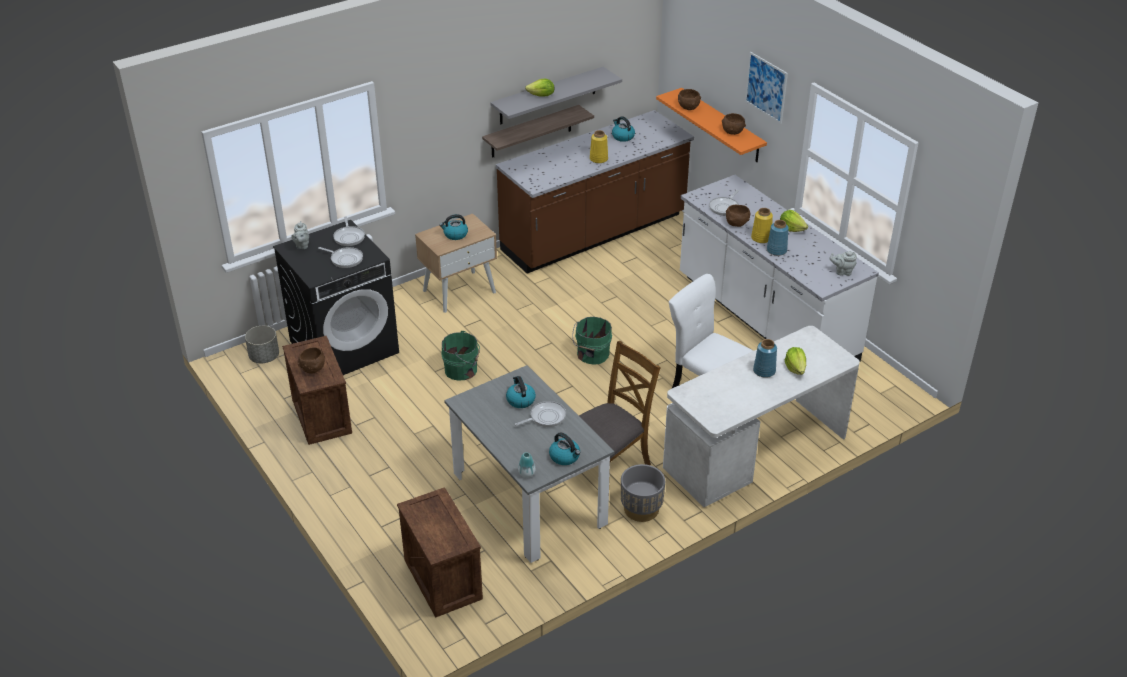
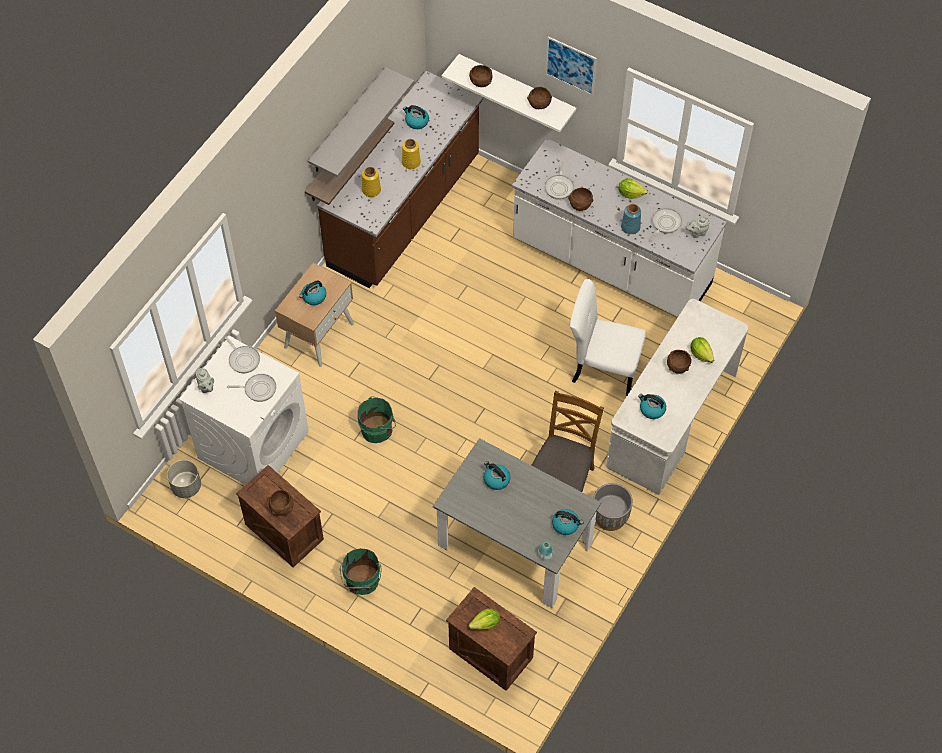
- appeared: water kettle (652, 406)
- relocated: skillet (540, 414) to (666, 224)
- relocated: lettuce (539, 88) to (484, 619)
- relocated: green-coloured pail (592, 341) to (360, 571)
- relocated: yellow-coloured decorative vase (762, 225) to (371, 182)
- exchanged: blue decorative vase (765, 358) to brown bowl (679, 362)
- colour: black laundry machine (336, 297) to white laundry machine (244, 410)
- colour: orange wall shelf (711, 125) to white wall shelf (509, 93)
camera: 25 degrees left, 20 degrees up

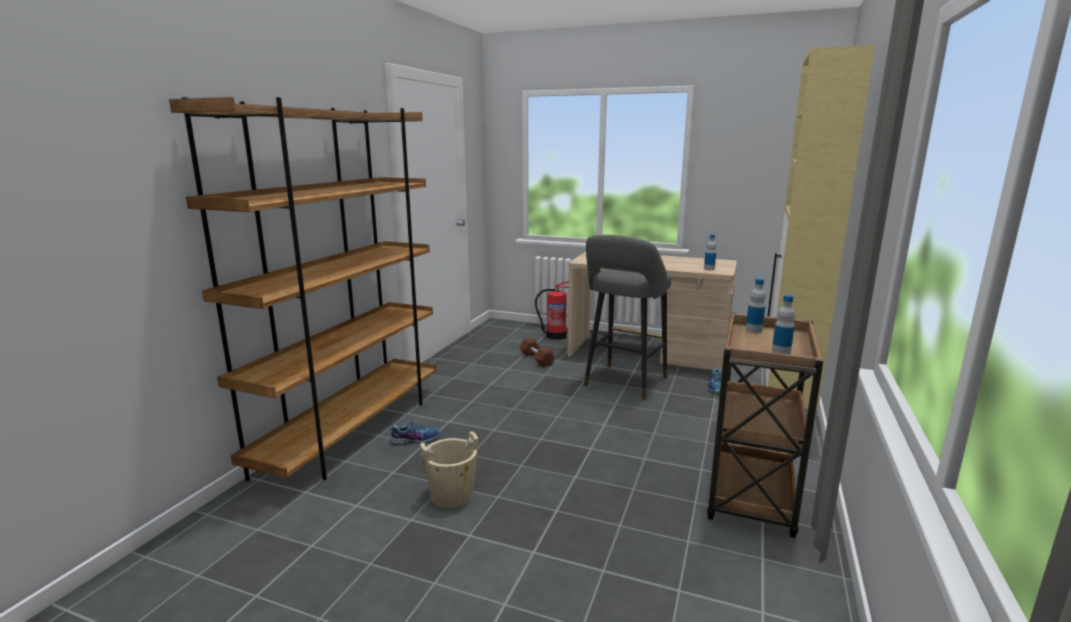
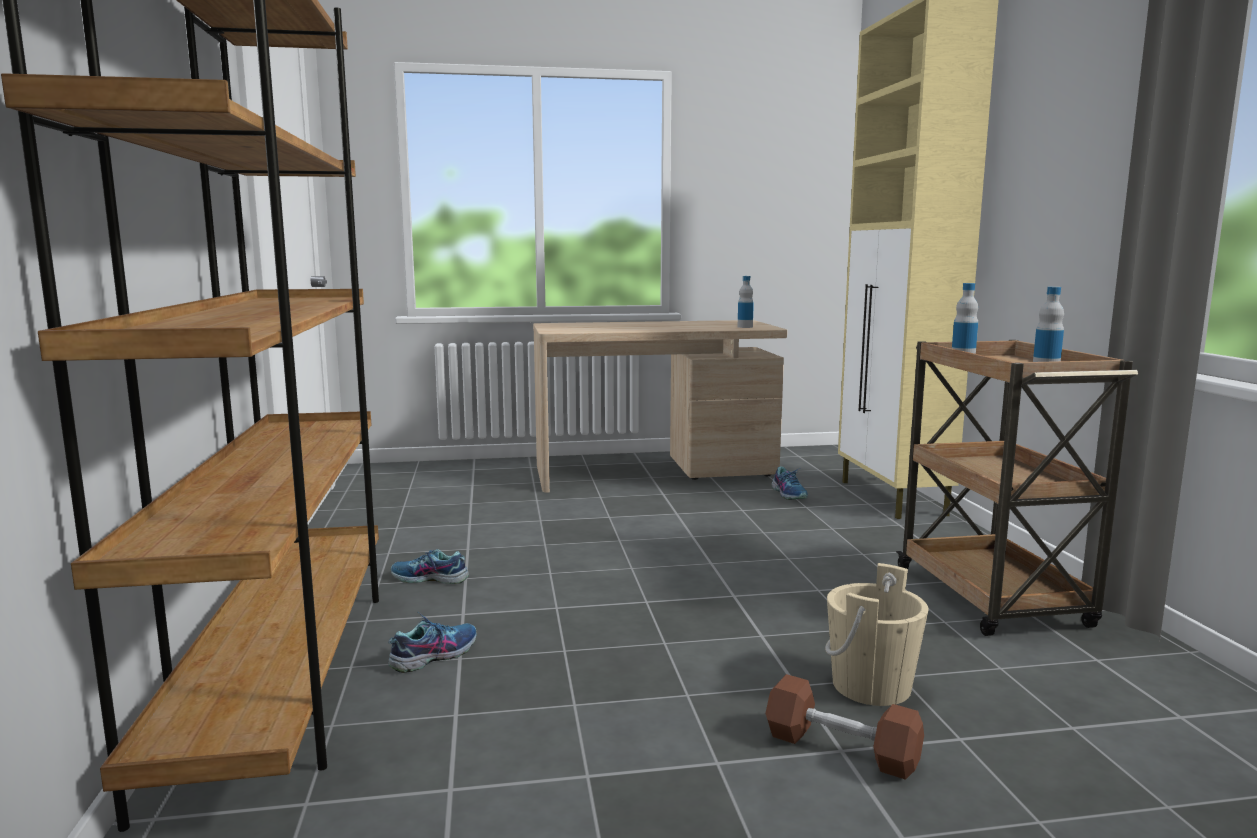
- missing: fire-fighting cylinder (552, 310)
- missing: grey stool (627, 317)
- appeared: item of footwear (430, 566)
- relocated: beige-coloured pail (449, 469) to (876, 634)
- relocated: brown dumbbell (537, 352) to (845, 727)
camera: 30 degrees left, 5 degrees down

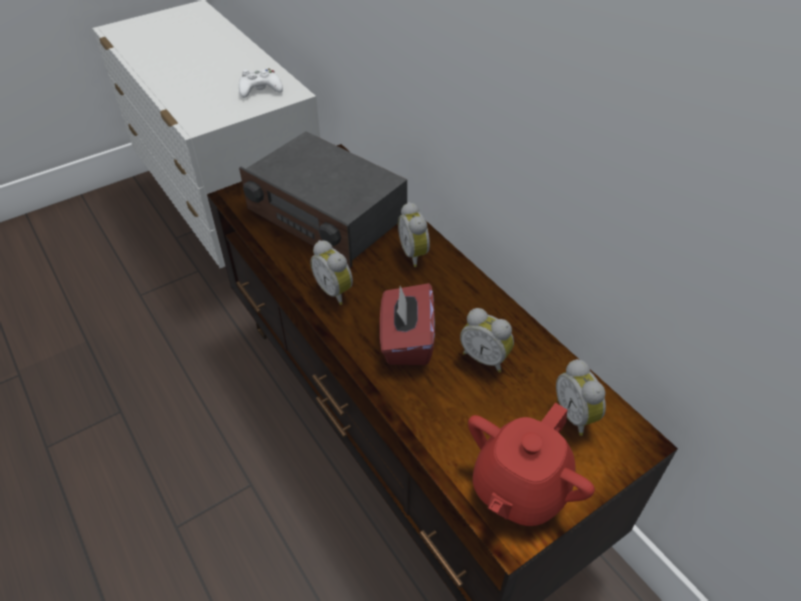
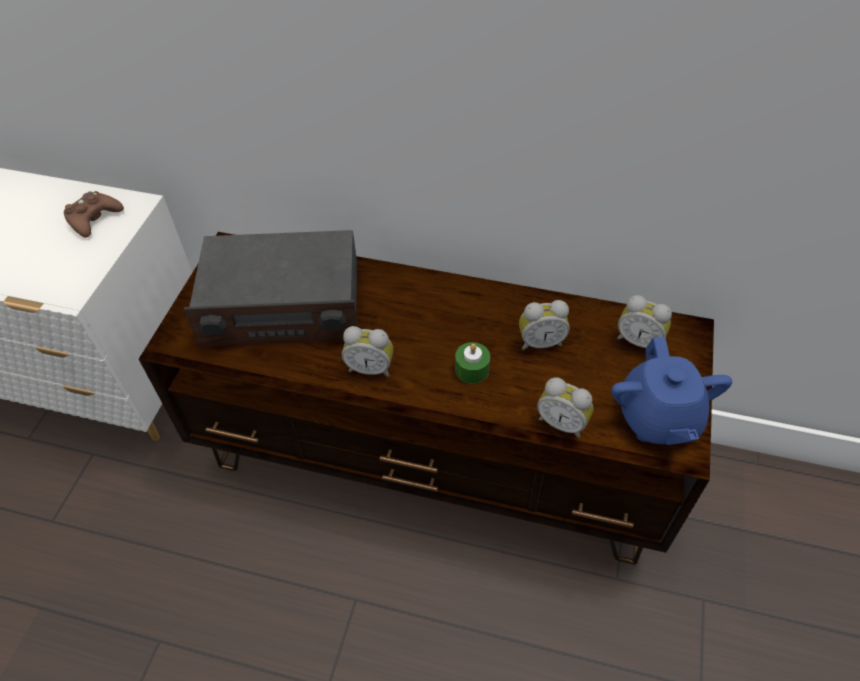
- relocated: alarm clock (414, 234) to (565, 408)
- exchanged: reddish tissue holder (407, 324) to green-coloured wax candle (472, 363)
- colour: white joypad (261, 83) to brown joypad (94, 214)
- colour: reddish pot for tea (531, 464) to blue pot for tea (671, 391)
camera: 40 degrees left, 5 degrees up

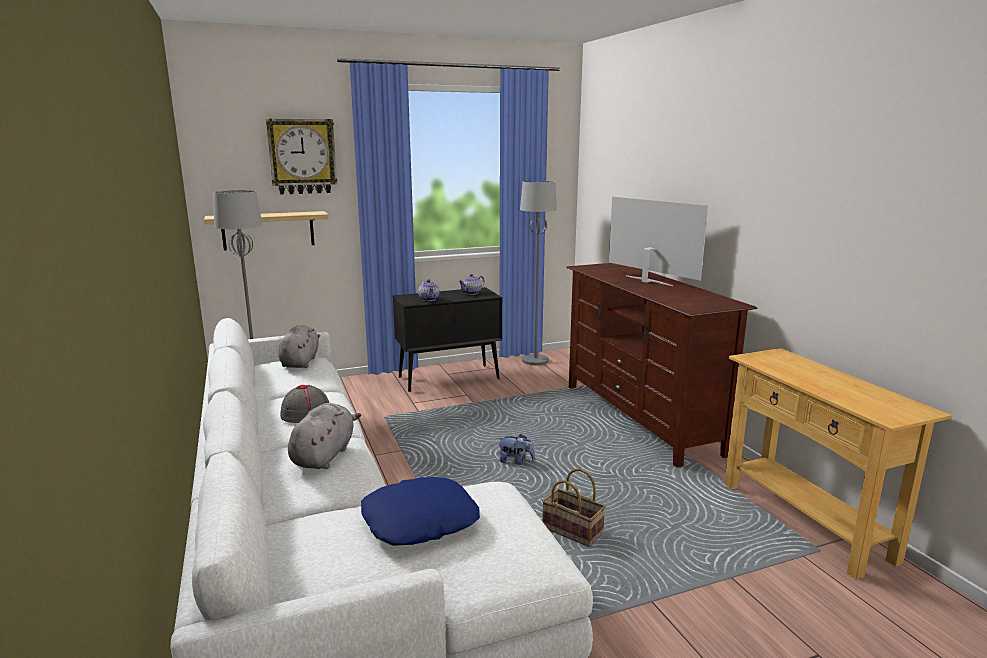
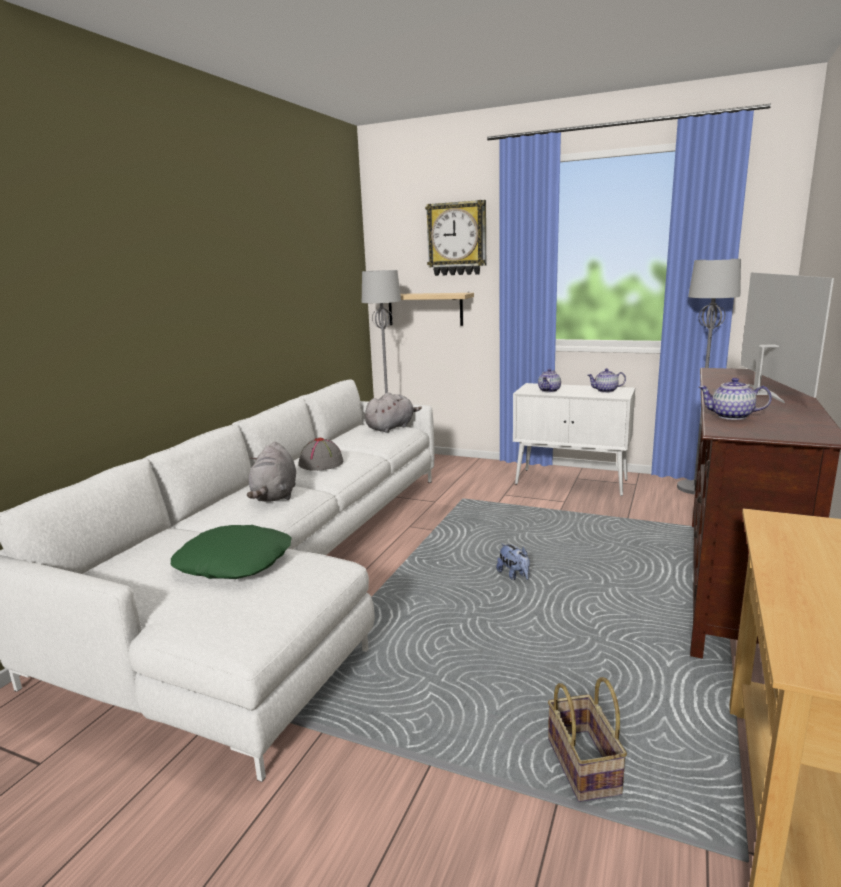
- appeared: pot for tea (735, 399)
- relocated: household basket (574, 507) to (587, 739)
- colour: blue cushion (420, 511) to green-coloured cushion (231, 552)
- colour: black storage cabinet (447, 339) to white storage cabinet (574, 439)
- spun: grey cuddly toy (324, 436) = (271, 472) 120 degrees clockwise
camera: 45 degrees right, 0 degrees up

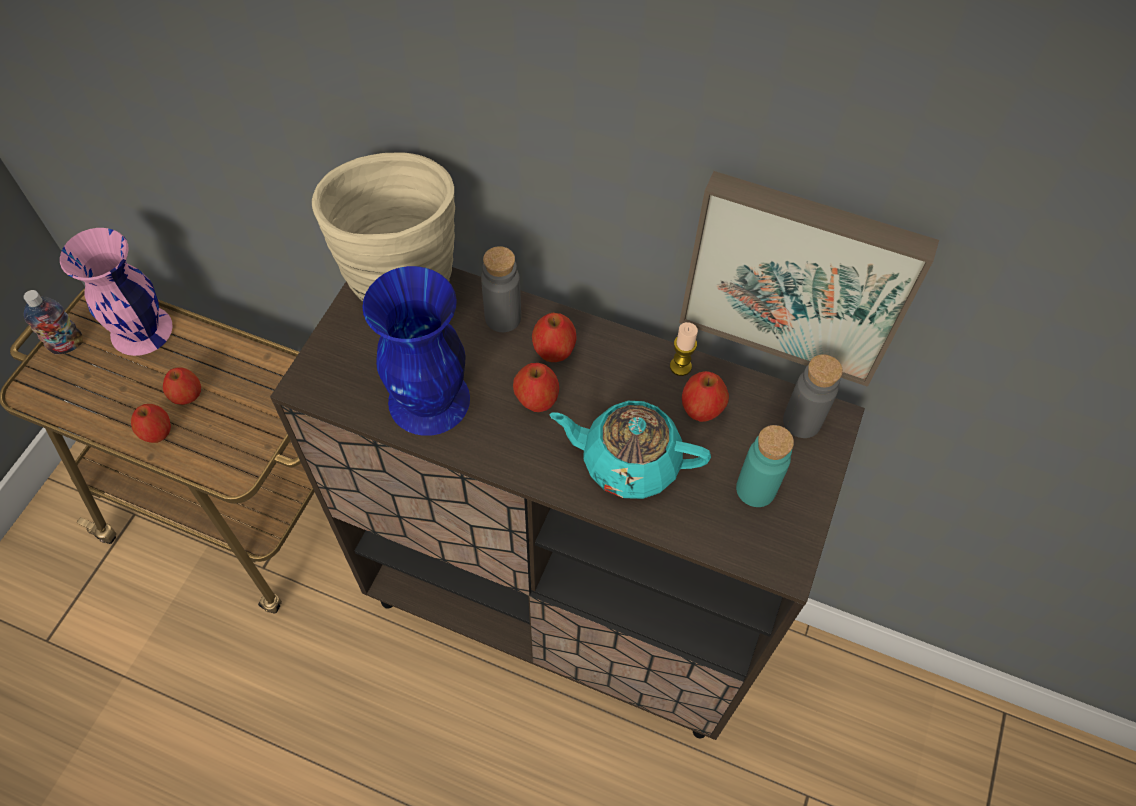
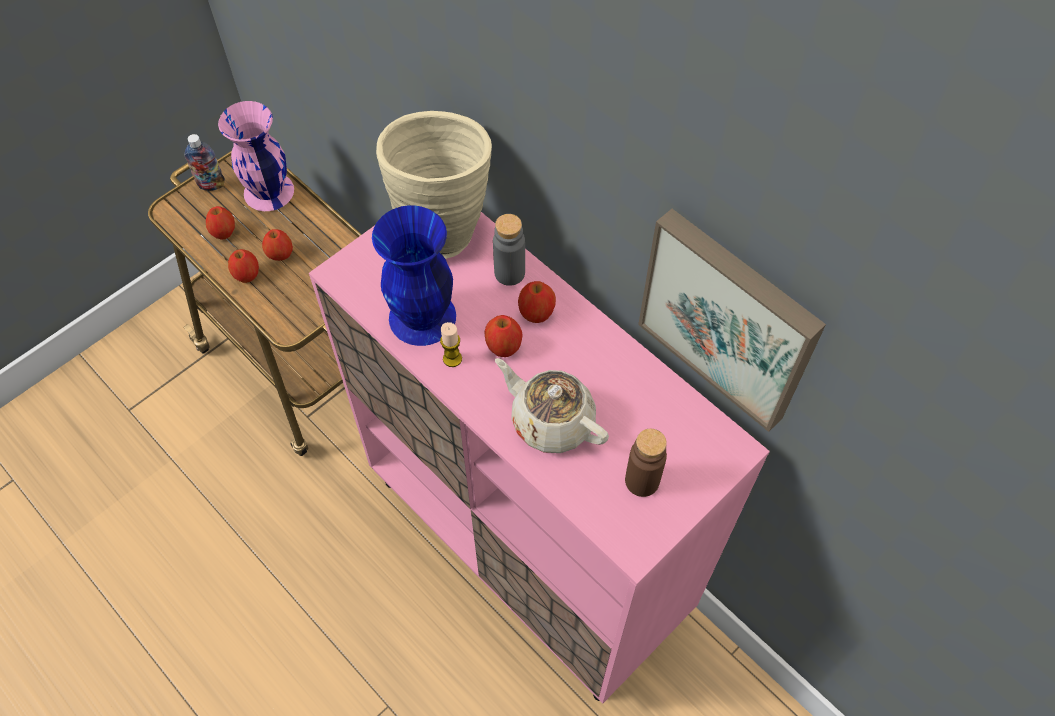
- missing: grey bottle (813, 396)
- relocated: wax candle (684, 349) to (451, 344)
- relocated: apple (705, 396) to (220, 223)
- colour: brown storage cabinet (567, 503) to pinkish storage cabinet (539, 458)
- colour: turquoise-coloured pot for tea (630, 450) to beige-coloured pot for tea (552, 405)
- colour: turquoise-coloured bottle (765, 466) to brown bottle (646, 463)
camera: 25 degrees right, 0 degrees up

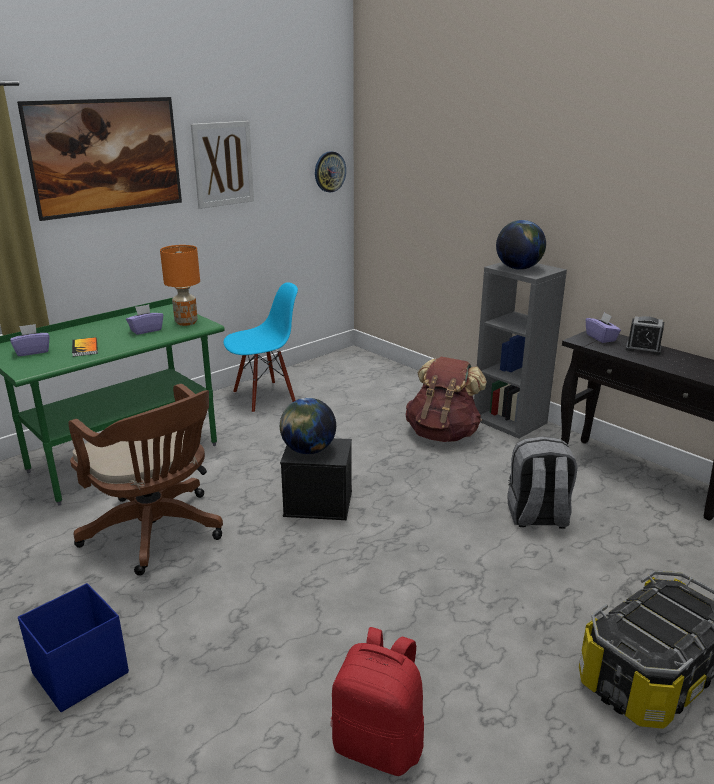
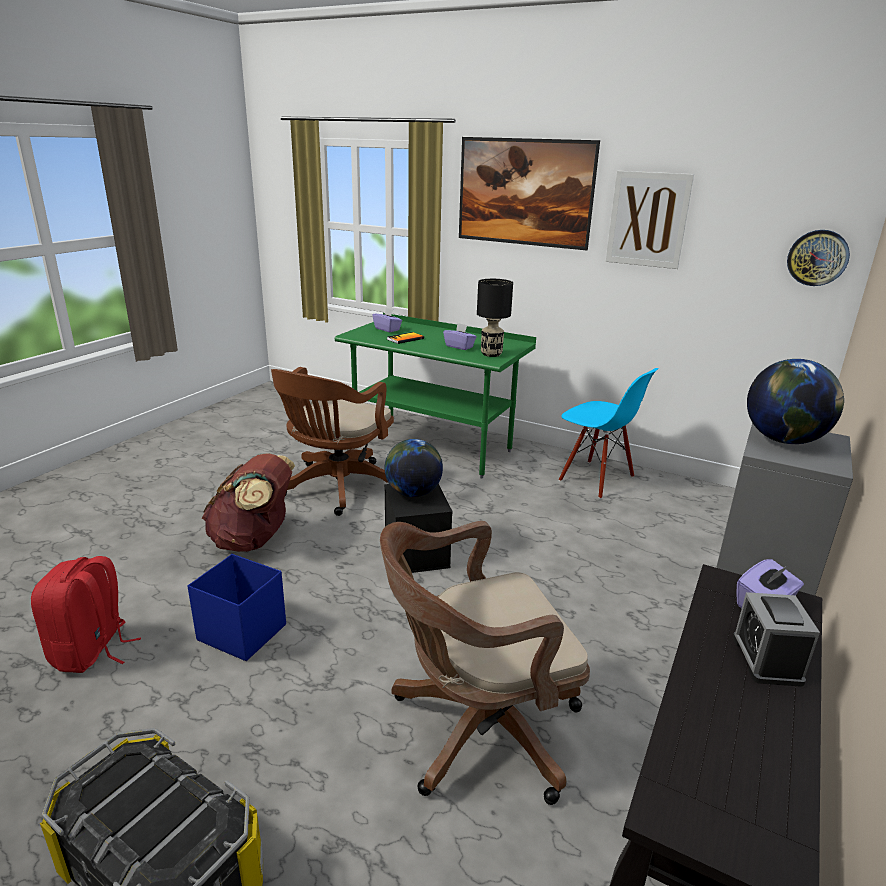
- relocated: blue storage bin (73, 647) to (237, 607)
- relocated: brown knapsack (446, 399) to (248, 502)
- exchanged: grey knapsack (542, 482) to brown office chair (485, 663)
- colour: orange lamp for a table (180, 285) to black lamp for a table (495, 318)
camera: 70 degrees right, 0 degrees up

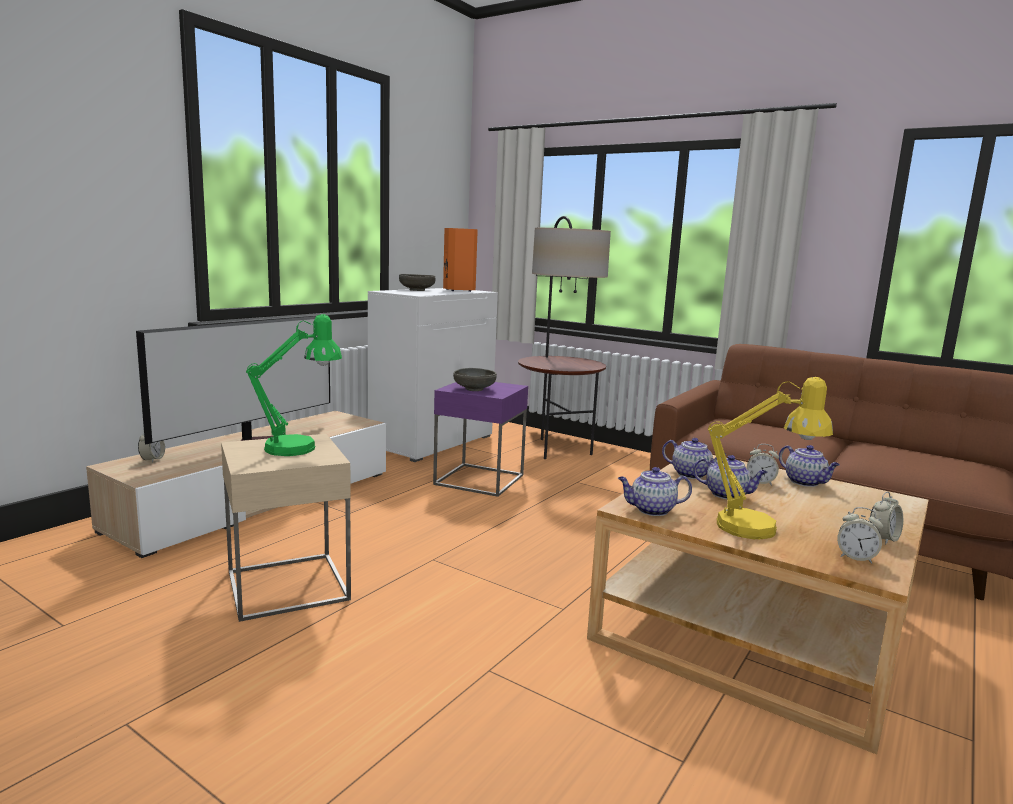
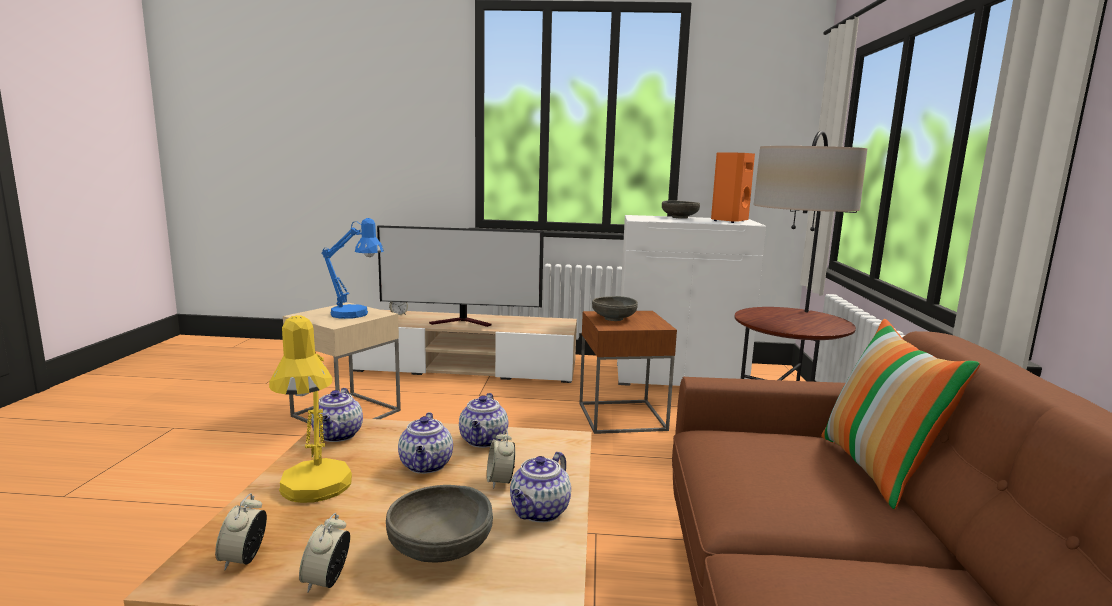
- appeared: grey bowl (439, 524)
- appeared: cushion (900, 414)
- colour: green-coloured lamp for a table (294, 385) to blue lamp for a table (353, 268)
- colour: purple-coloured side table (480, 439) to brown side table (628, 372)
- spun: pot for tea (655, 491) = (337, 415) 150 degrees counterclockwise
- spun: alarm clock (886, 518) = (324, 553) 75 degrees clockwise
camera: 60 degrees right, 0 degrees up

